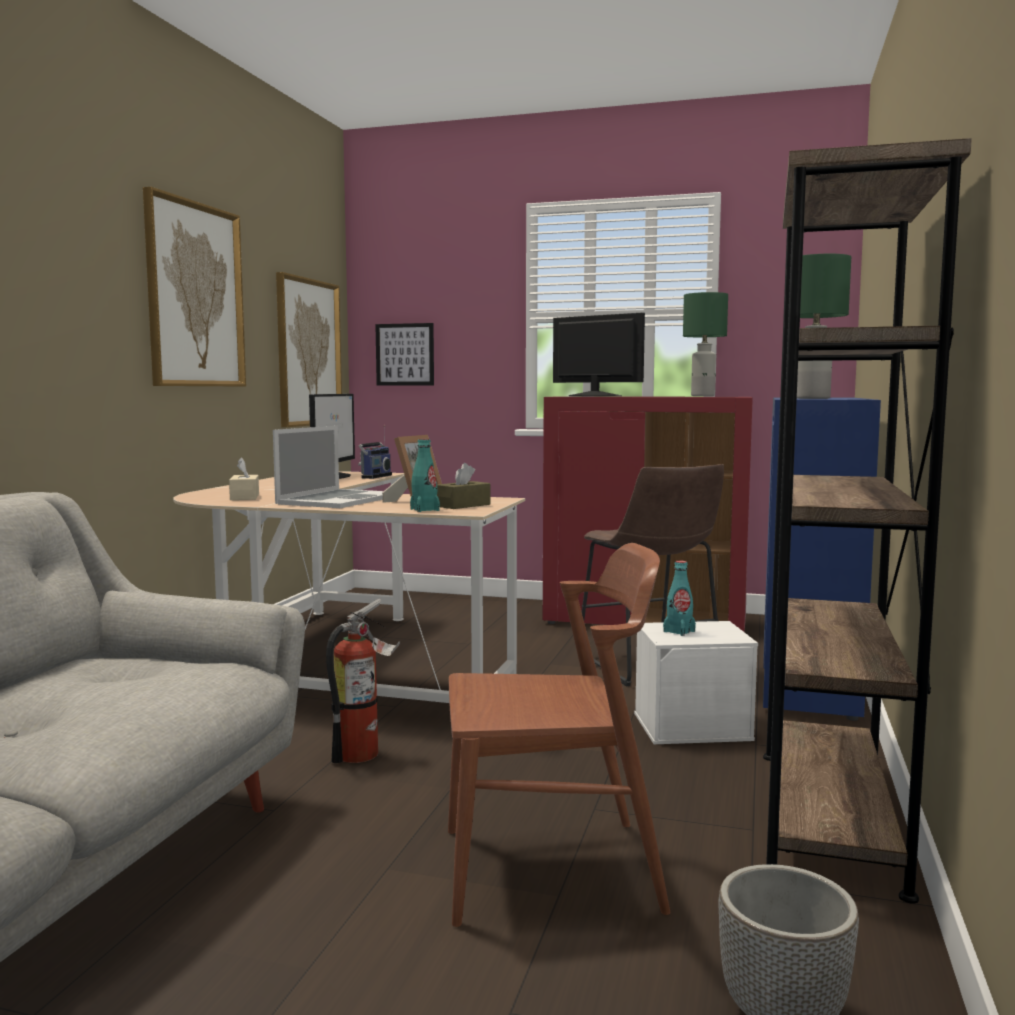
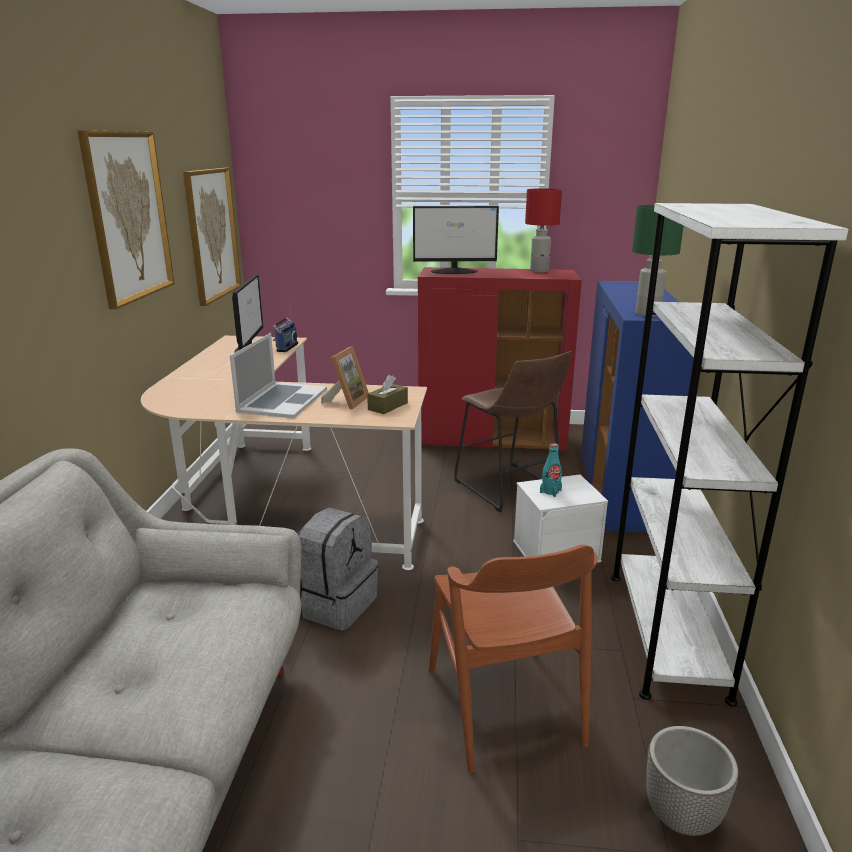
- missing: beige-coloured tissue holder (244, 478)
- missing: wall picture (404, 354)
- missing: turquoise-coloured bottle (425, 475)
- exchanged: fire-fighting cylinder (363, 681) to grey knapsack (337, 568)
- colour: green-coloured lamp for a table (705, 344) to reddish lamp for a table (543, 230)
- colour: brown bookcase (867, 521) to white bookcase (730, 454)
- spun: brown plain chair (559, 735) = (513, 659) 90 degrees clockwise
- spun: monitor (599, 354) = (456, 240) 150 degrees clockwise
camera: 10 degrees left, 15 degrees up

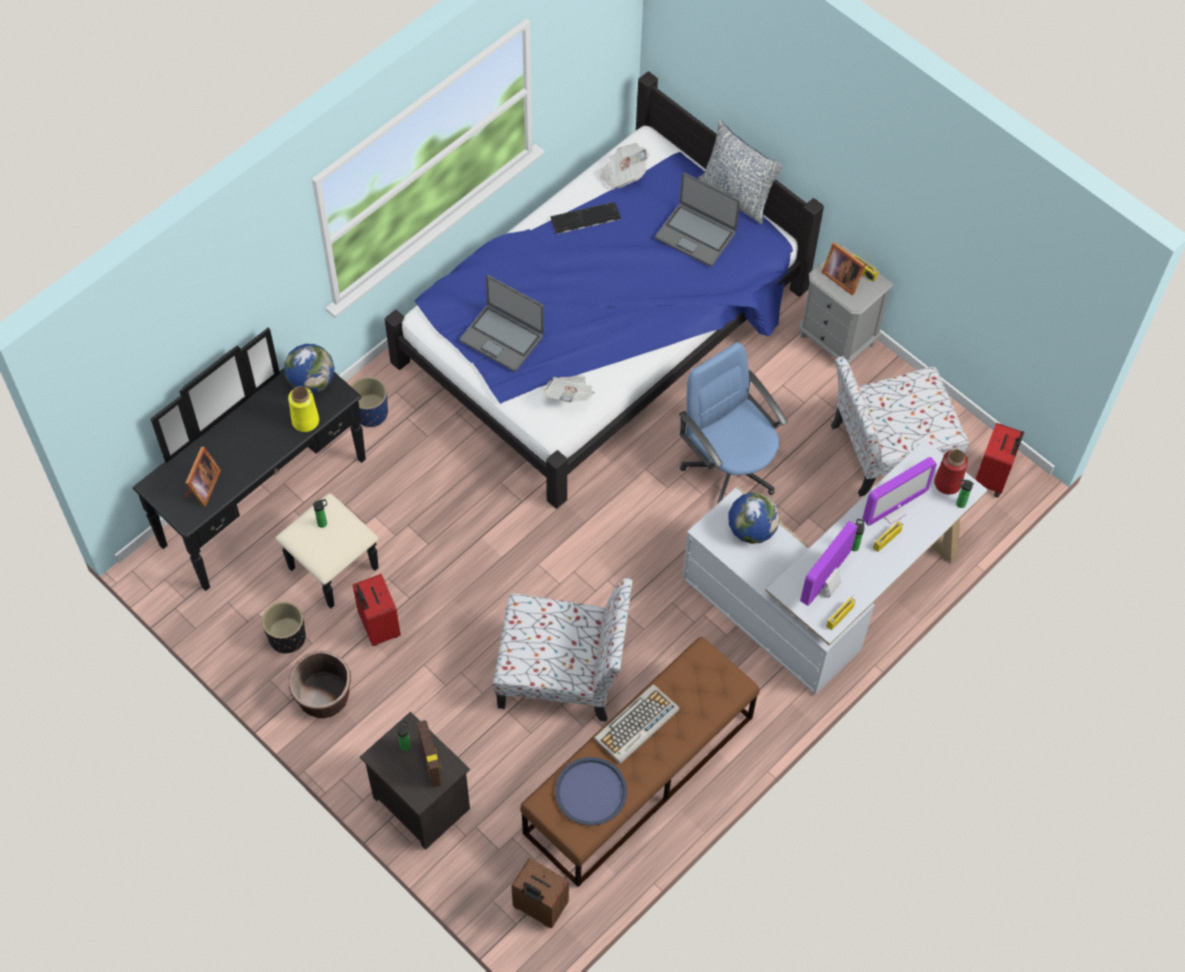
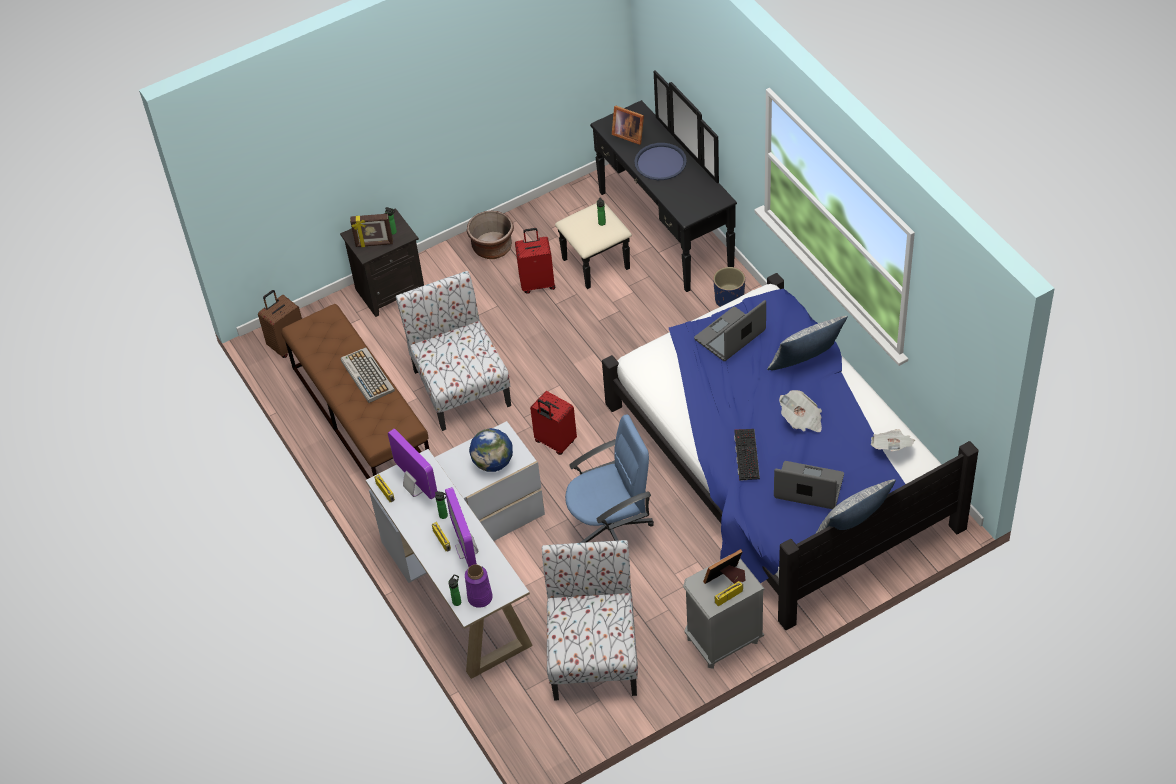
- missing: black planter (284, 627)
- missing: desk globe (309, 368)
- missing: yellow-coloured decorative vase (303, 409)
- appeared: cushion (807, 343)
- relocated: daily paper (569, 389) to (800, 411)
- relocated: keyboard (585, 218) to (747, 455)
- relocated: blue carrying tray (591, 791) to (660, 161)
- relocated: reddish travel case (999, 460) to (553, 423)
- colour: reddish decorative vase (951, 472) to purple-coloured decorative vase (479, 586)
- spun: plain chair (563, 649) = (453, 351) 135 degrees clockwise
- spun: laptop (697, 220) = (809, 485) 60 degrees clockwise
camera: 110 degrees right, 10 degrees down

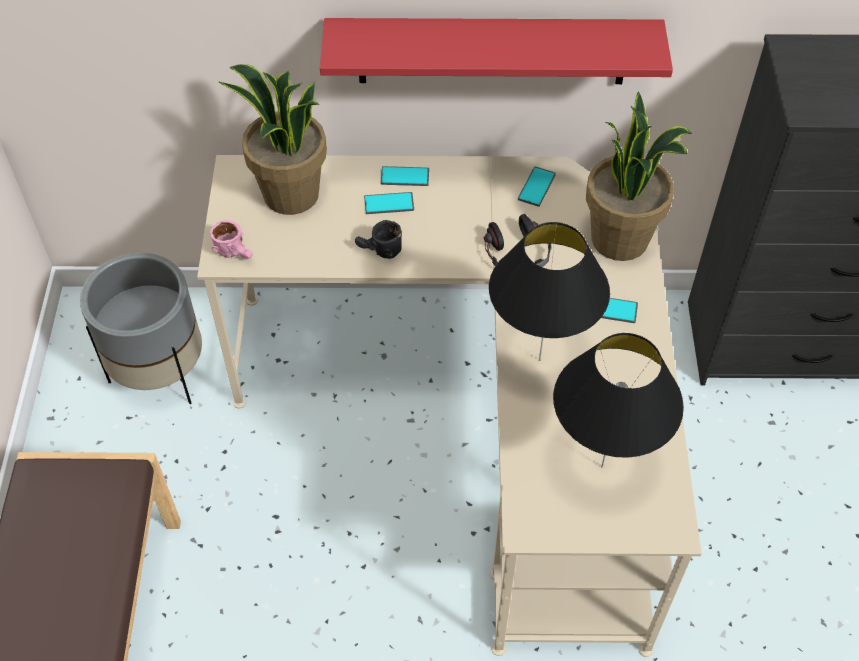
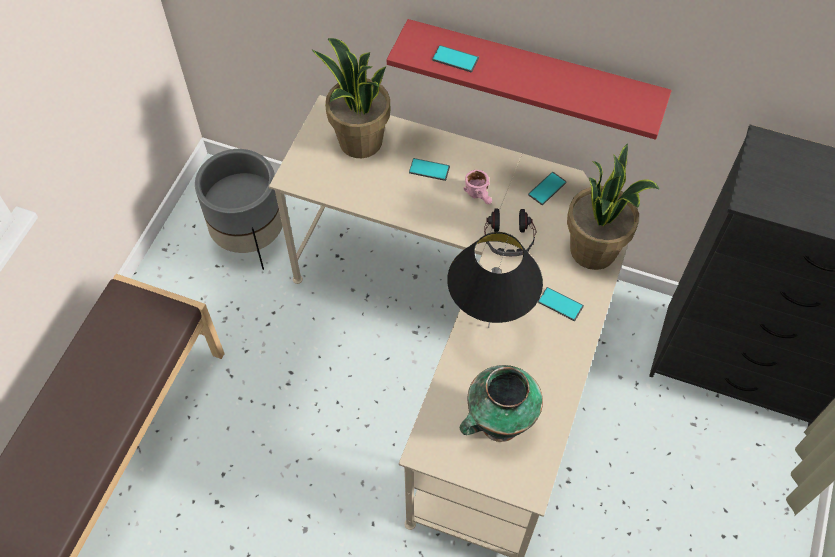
- missing: black mug (378, 239)
- relocated: pinkish mug (231, 239) to (478, 187)
- relocated: telephone (405, 176) to (455, 58)
- exchanged: black lamp for a table (618, 400) to decorative vase (501, 403)
camera: 20 degrees right, 5 degrees up

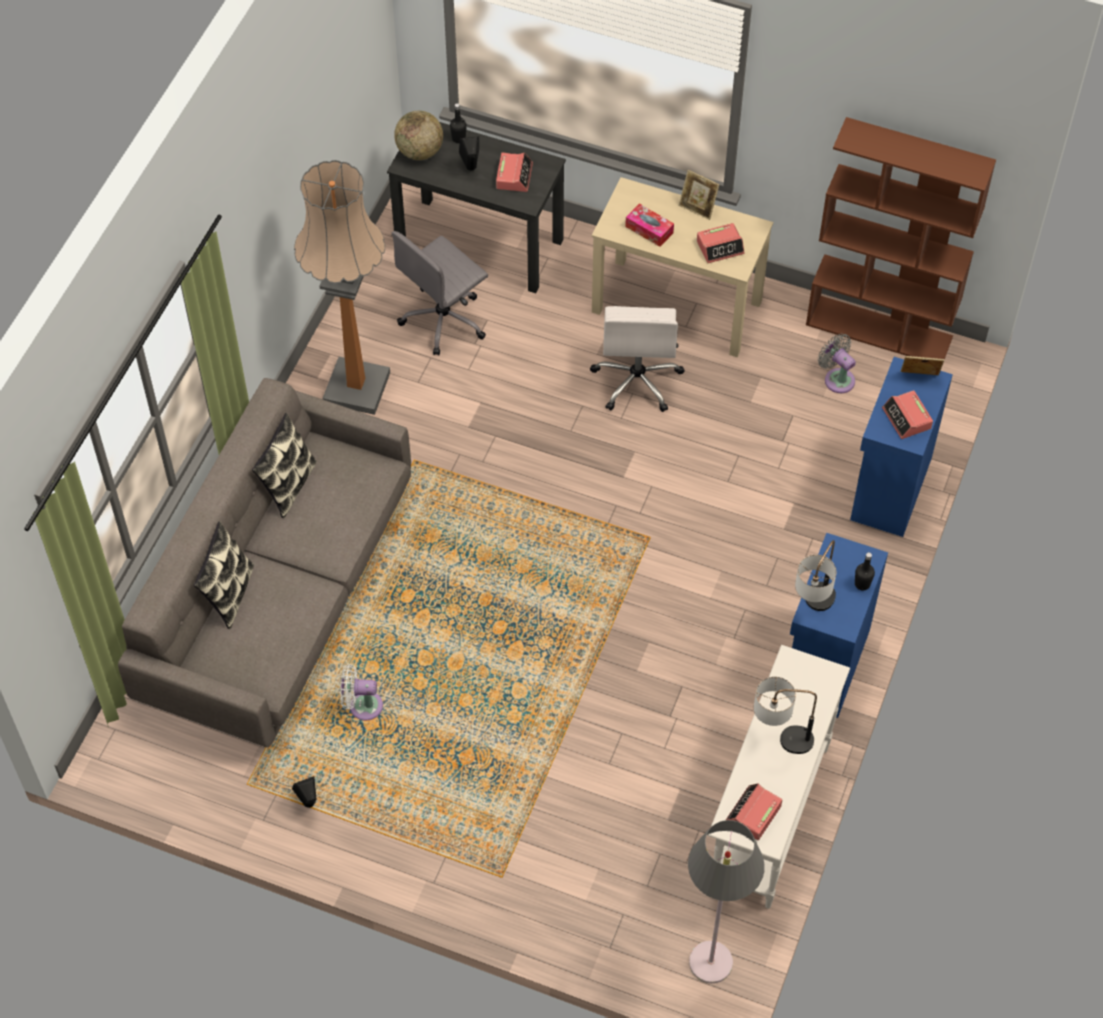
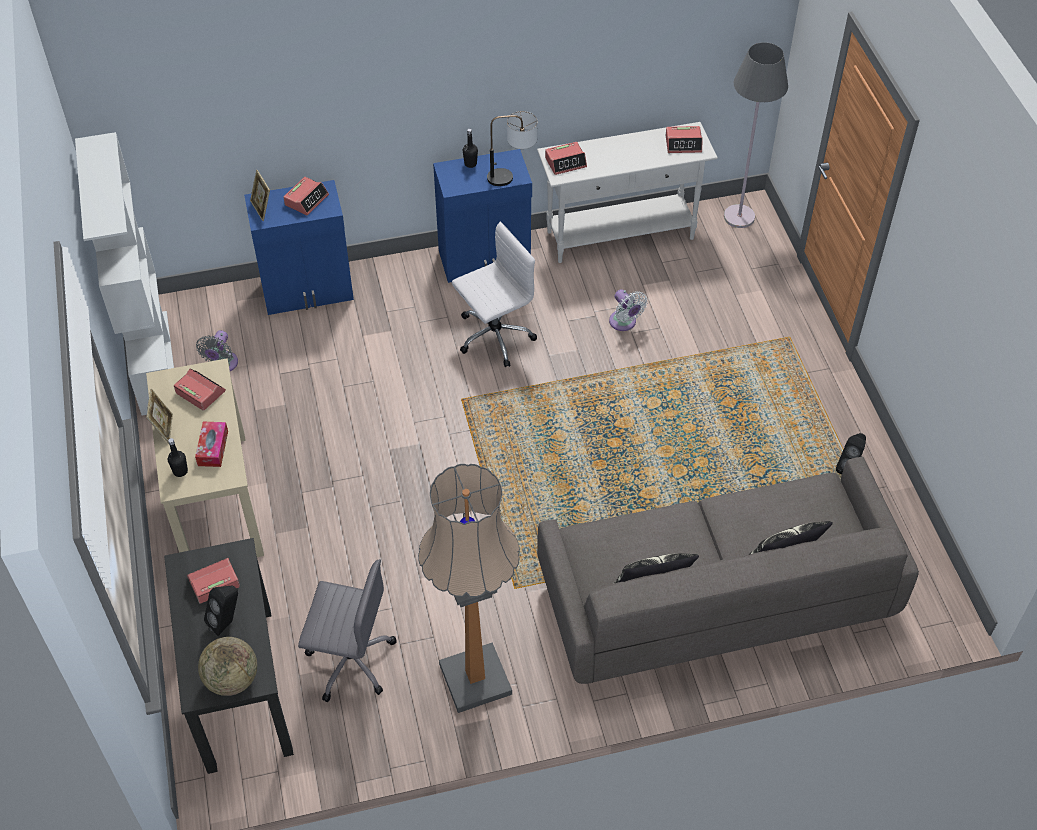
- missing: lamp for a table (785, 715)
- appeared: alarm clock (566, 158)
- relocated: white electric fan (361, 692) to (628, 310)
- relocated: black bottle (458, 123) to (177, 457)
- relocated: white office chair (637, 359) to (494, 294)
- colour: brown bookcase (901, 238) to white bookcase (124, 274)
camera: 125 degrees left, 5 degrees down

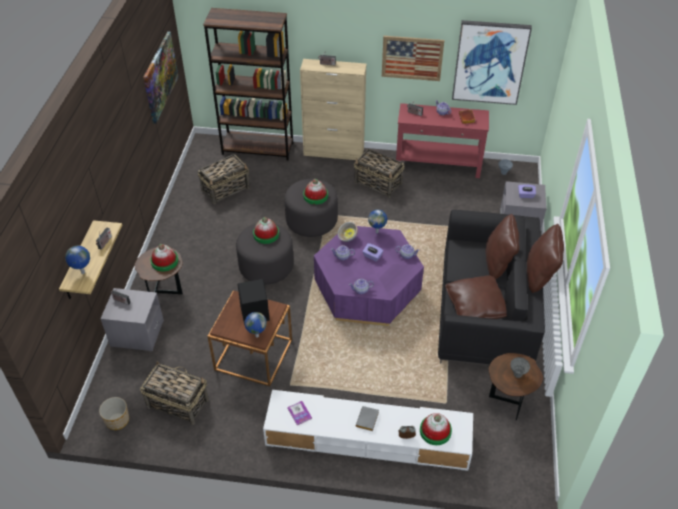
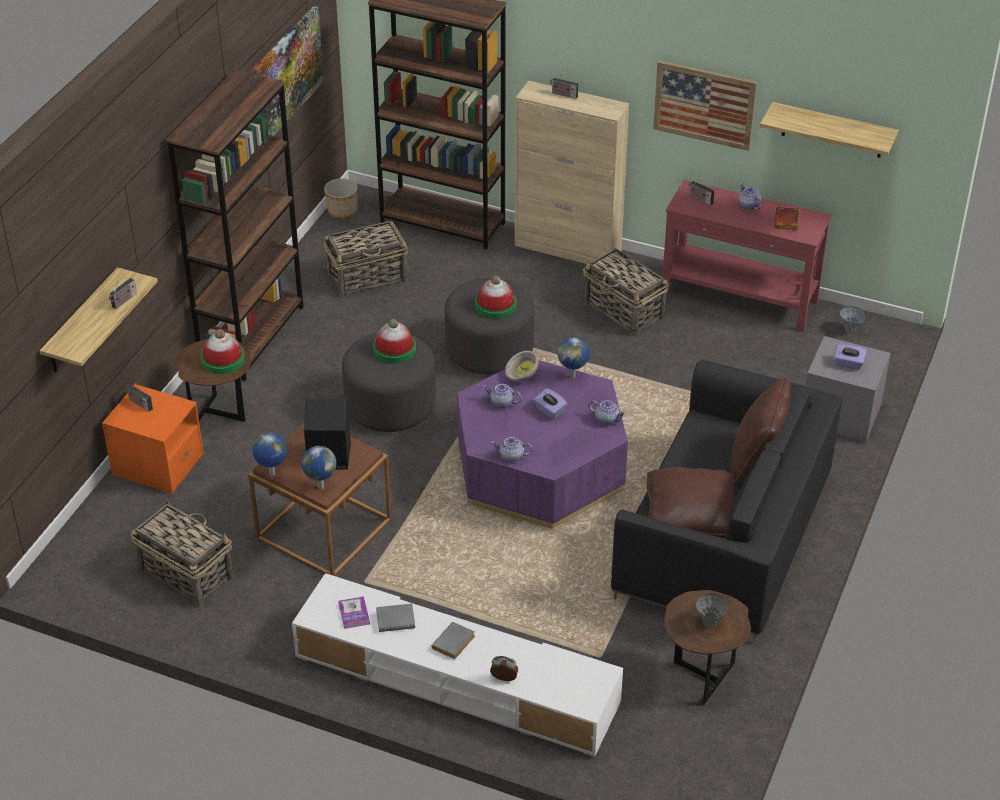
- missing: clothing hat (436, 429)
- missing: brown cushion (545, 258)
- appeared: brown bookcase (235, 225)
- appeared: grey bound book (395, 617)
- relocated: desk globe (77, 260) to (269, 454)
- relocated: planter (114, 413) to (341, 198)
- exchanged: wall picture (492, 62) to wall shelf (829, 130)
- colour: grey nightstand (132, 319) to orange nightstand (153, 439)
camera: 15 degrees right, 5 degrees down

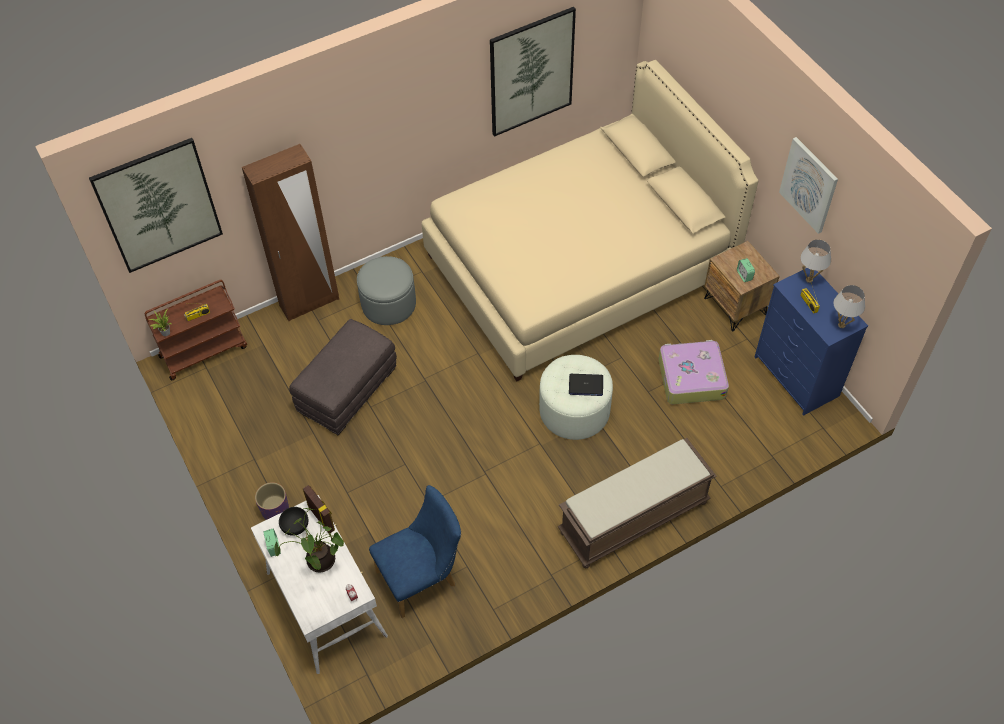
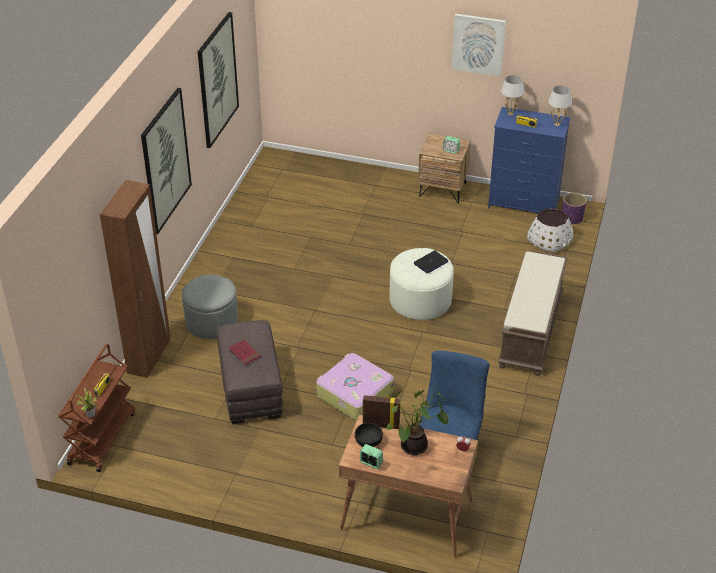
- missing: beige-coloured sleeping bed (590, 220)
- appeared: reddish bound book (245, 352)
- appeared: white planter (550, 230)
- relocated: wall picture (156, 205) to (166, 161)
- relocated: purple-coloured planter (272, 501) to (574, 209)
- relocated: travel case (694, 372) to (355, 387)
- colour: white desk (319, 584) to brown desk (408, 486)
camera: 45 degrees left, 15 degrees down

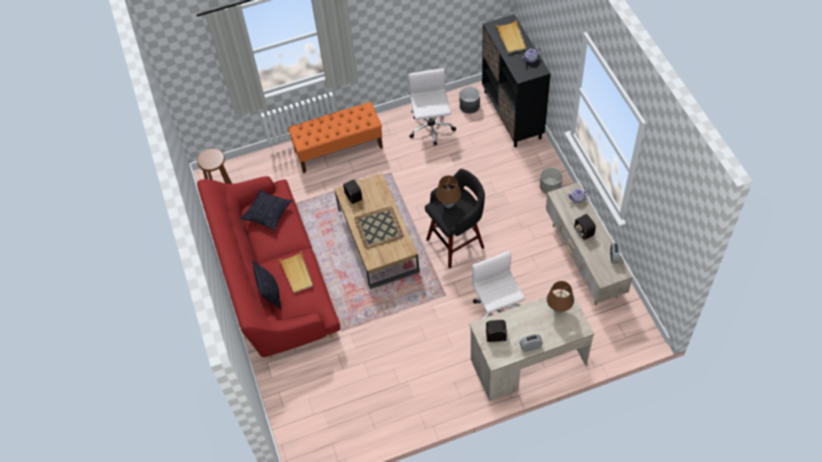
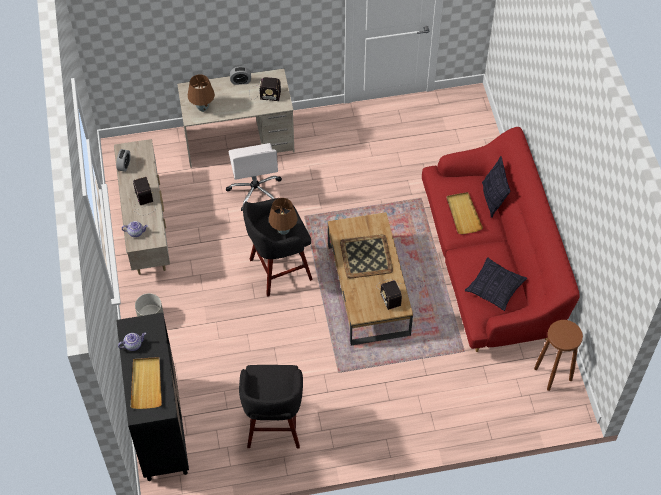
- missing: orange long seat (335, 138)
- missing: grey planter (469, 100)
- exchanged: white office chair (432, 107) to black stool (271, 406)
camera: 175 degrees left, 0 degrees up

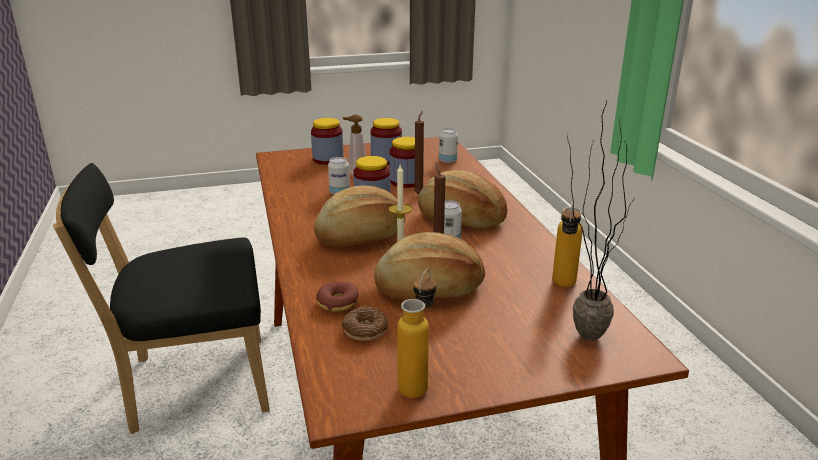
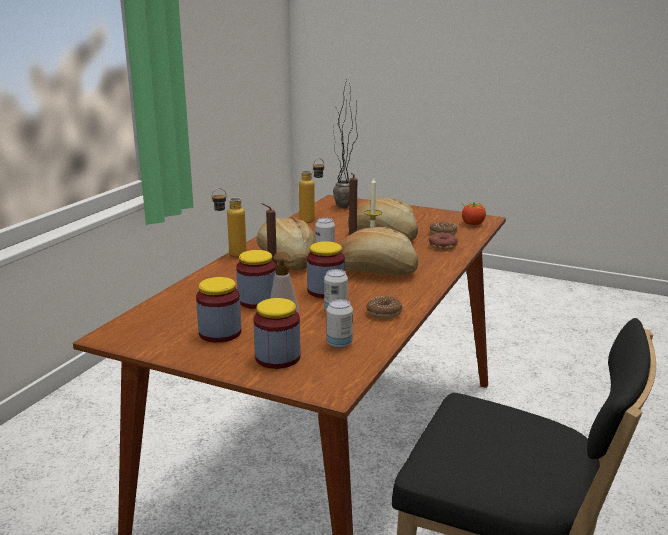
- appeared: ring doughnut (384, 307)
- appeared: whole tomato (473, 213)
- relocated: bottle (416, 333) to (229, 222)
- relocated: can (448, 145) to (340, 323)
camera: 140 degrees left, 5 degrees down

